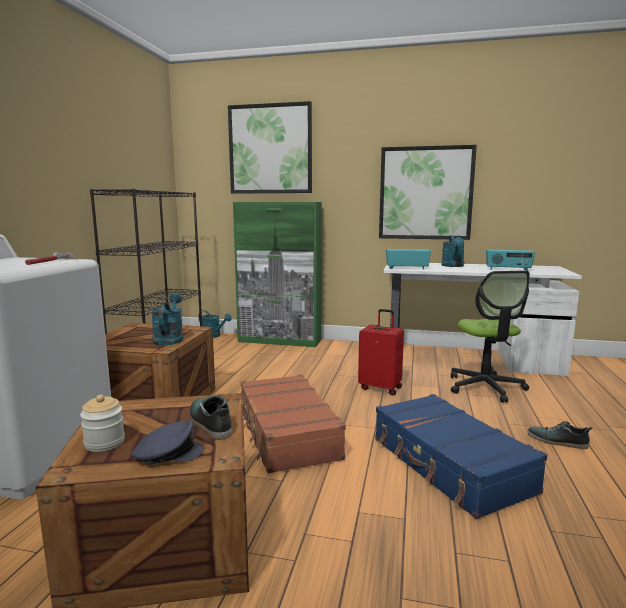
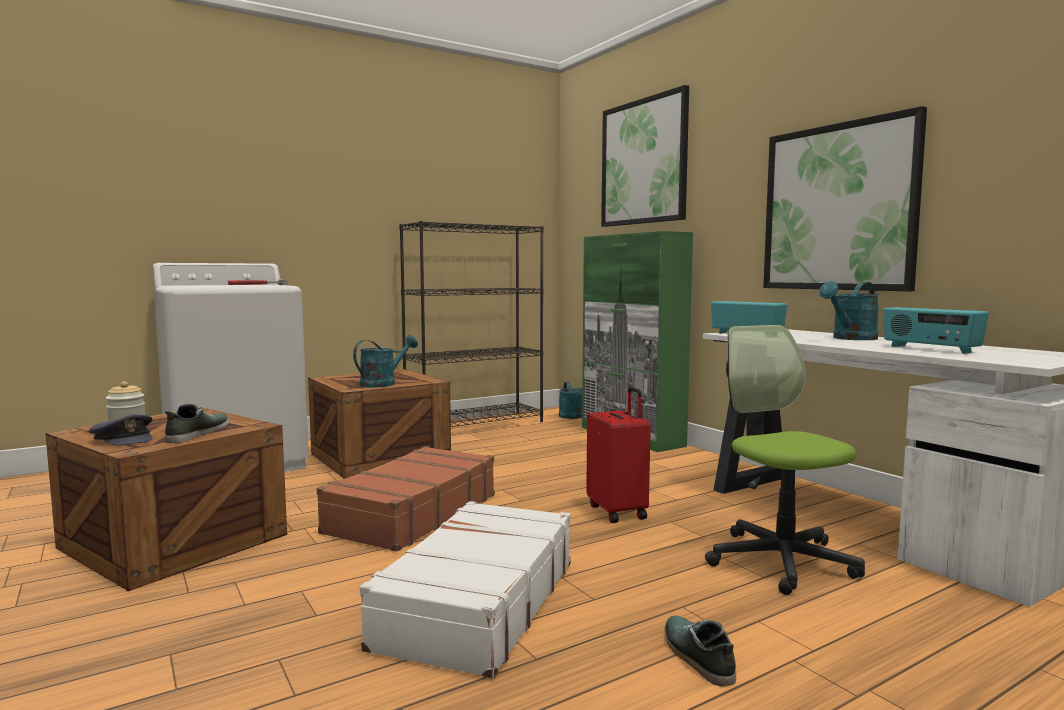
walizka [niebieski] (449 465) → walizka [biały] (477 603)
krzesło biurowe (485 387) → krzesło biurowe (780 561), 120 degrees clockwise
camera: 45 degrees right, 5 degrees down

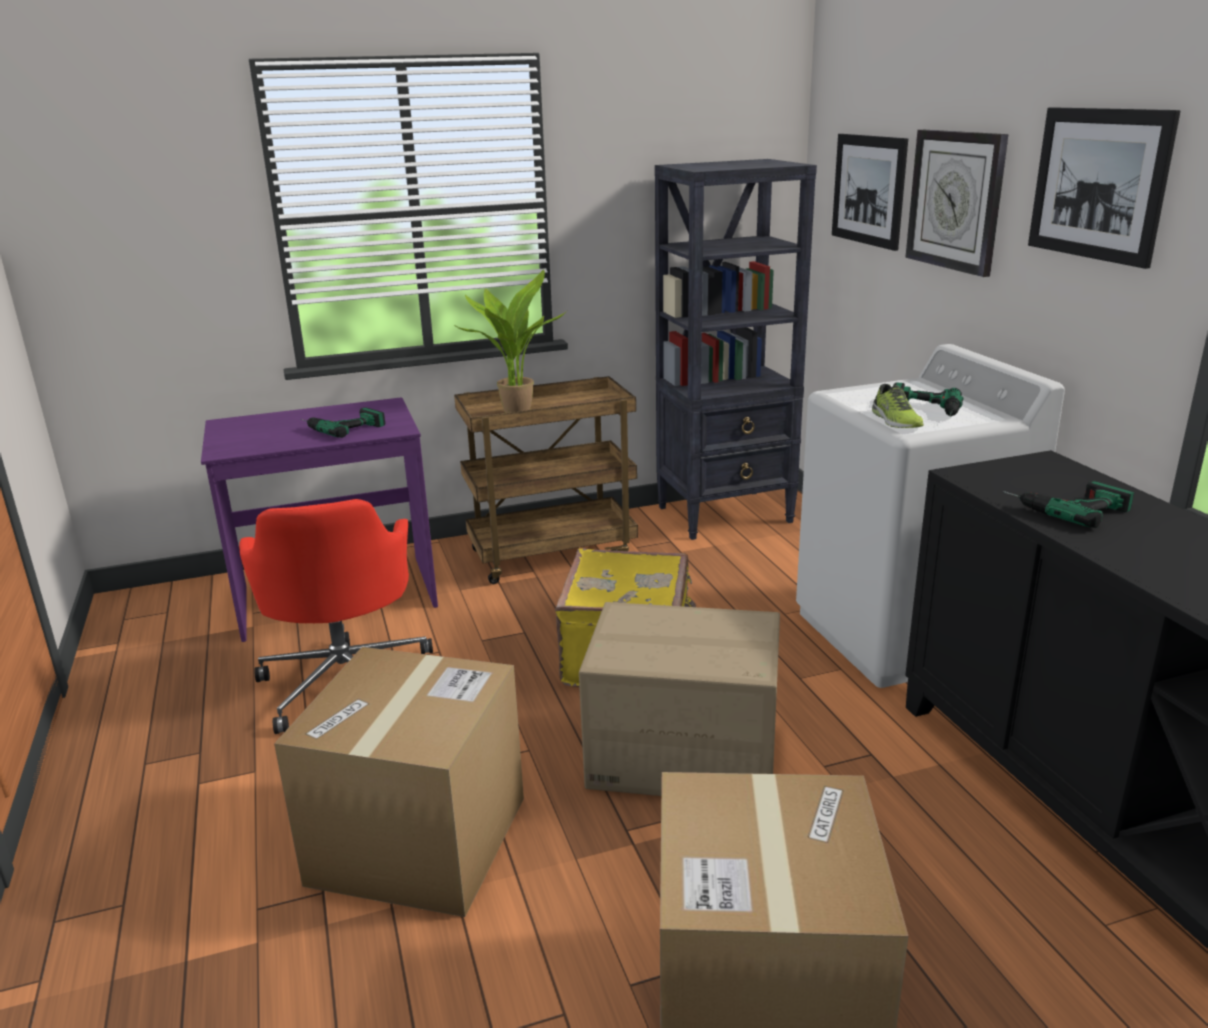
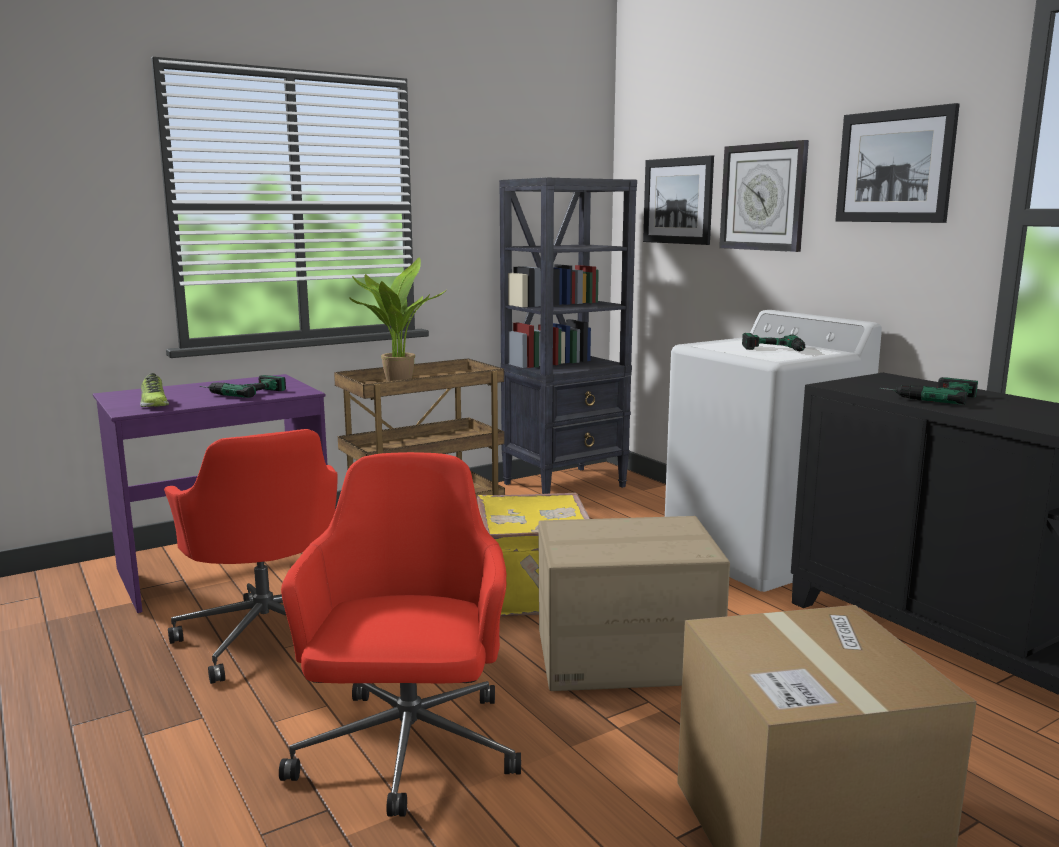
but (895 420) → but (153 403), move
karton (419 840) → krzesło biurowe [czerwony] (407 752)
camera: 15 degrees left, 10 degrees down

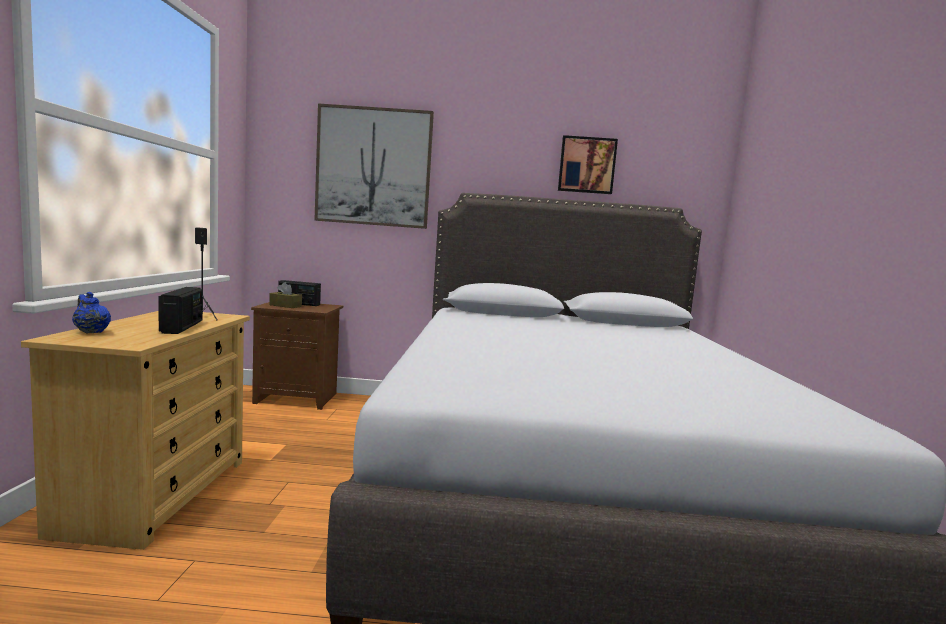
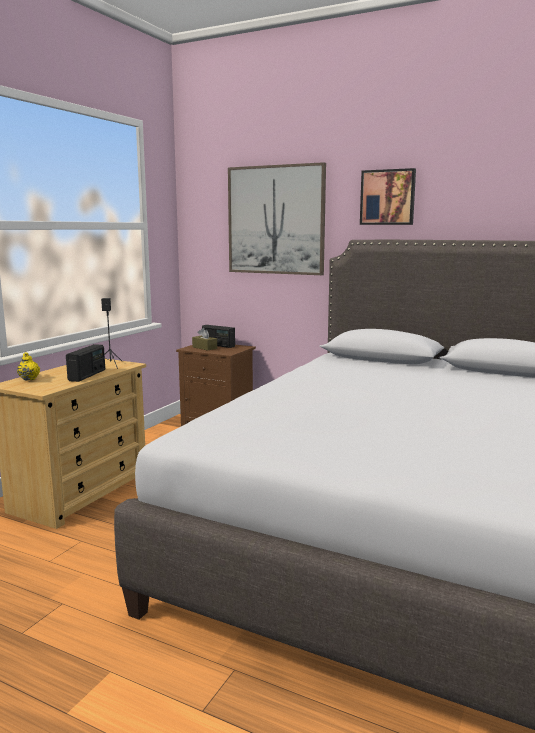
imbryk [niebieski] (91 331) → imbryk [żółty] (29 379)
obraz (586 165) → obraz (388 197), move
camera: 25 degrees right, 5 degrees up

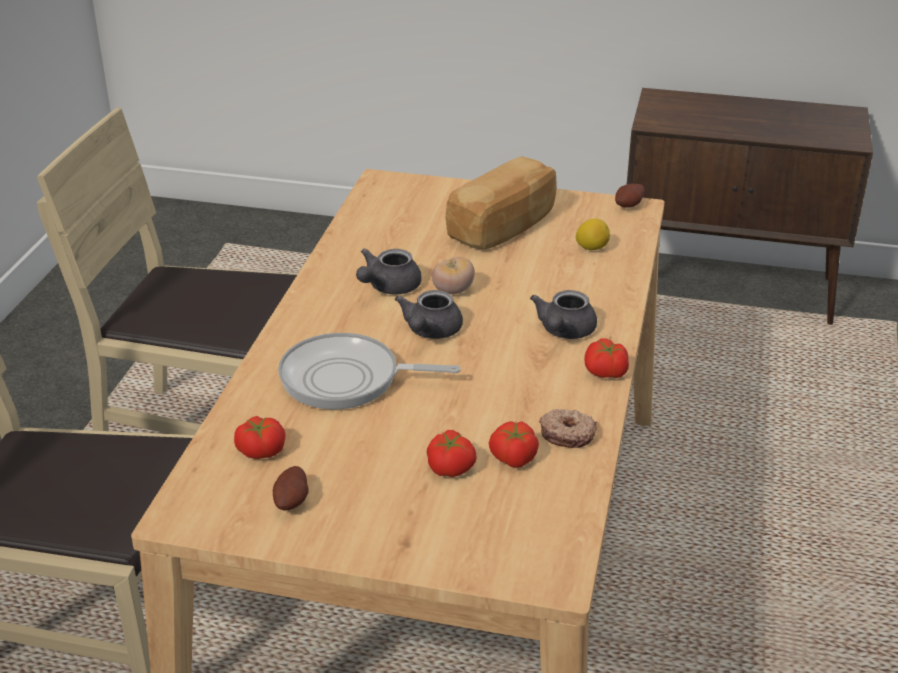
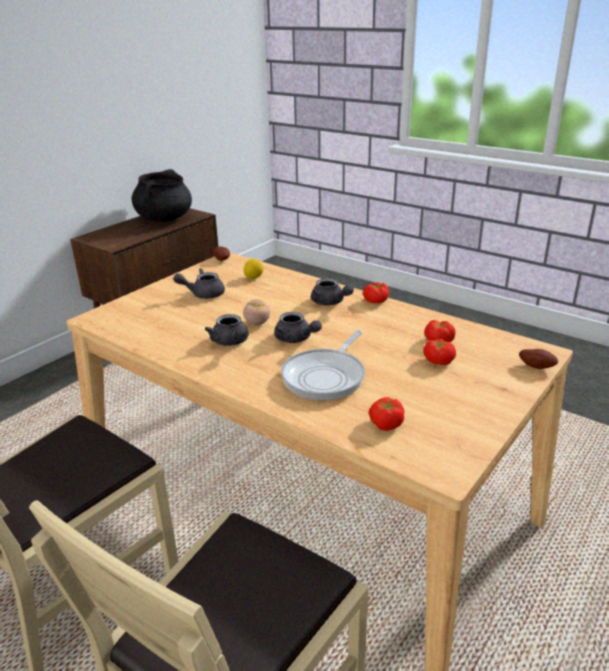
- → garnek [czarny] (164 219)
chleb (504 227) → imbryk [szary] (203 294)
ziemniak (293 501) → ziemniak (536 366), move
donut (567 434) → -
camera: 65 degrees left, 5 degrees down

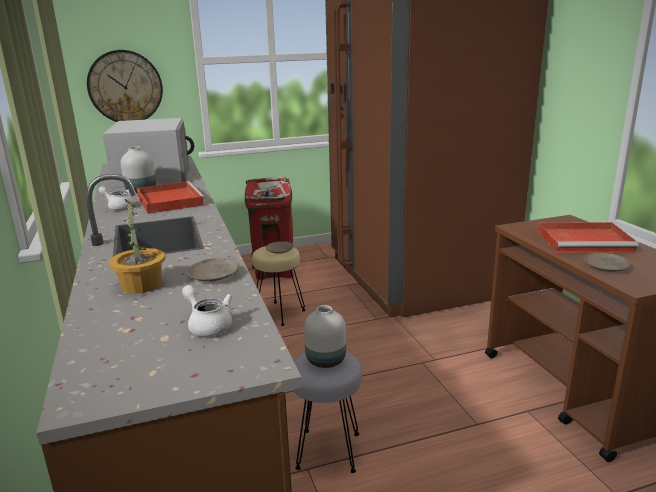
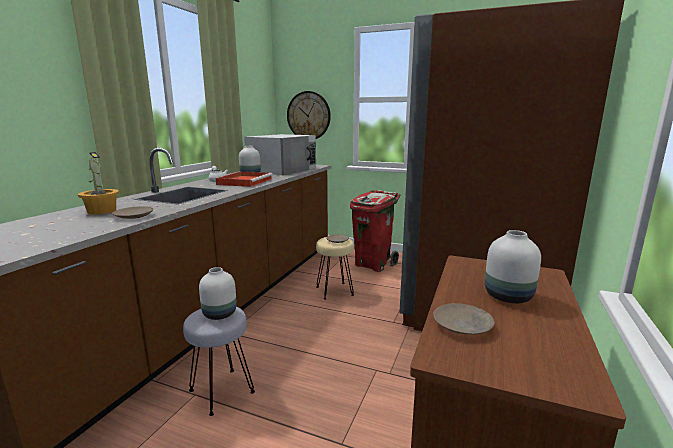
taca [czerwony] (586 241) → wazon [biały] (509 296)
imbryk [biały] (208 325) → -
camera: 40 degrees right, 5 degrees down

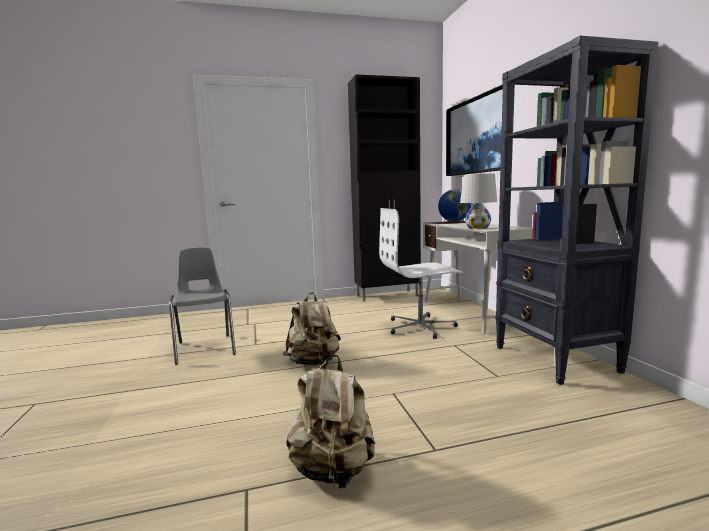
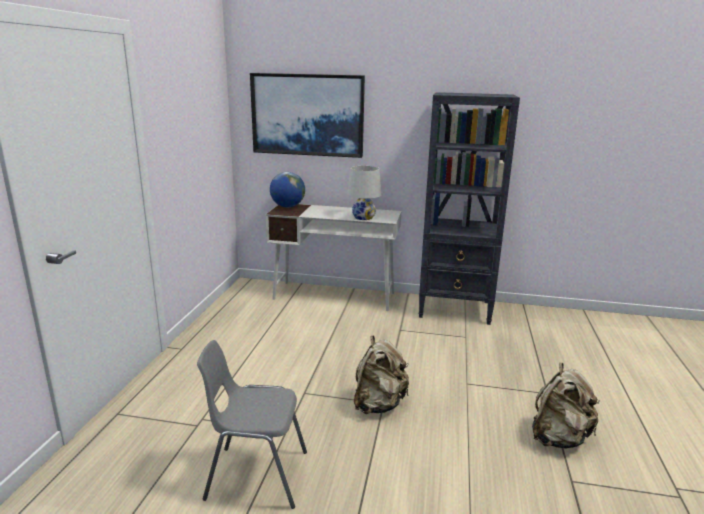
szafka [czarny] (388 296) → -
krzesło biurowe [biały] (421 327) → -
camera: 65 degrees left, 10 degrees up

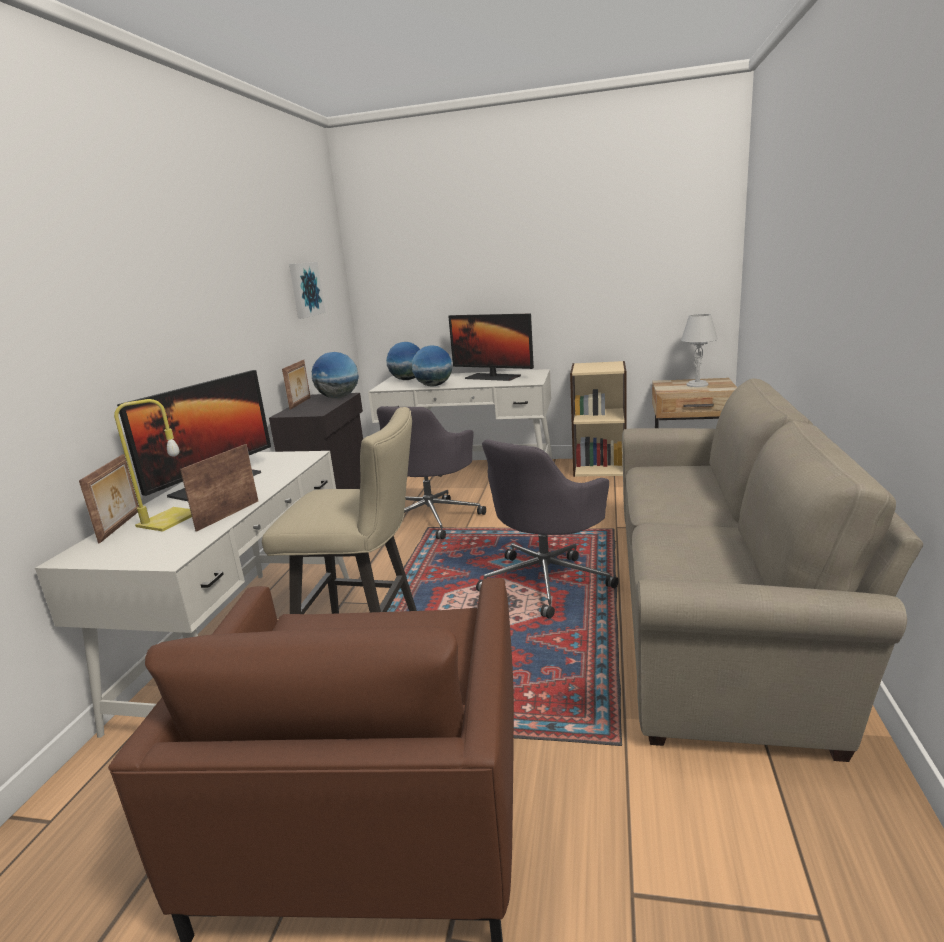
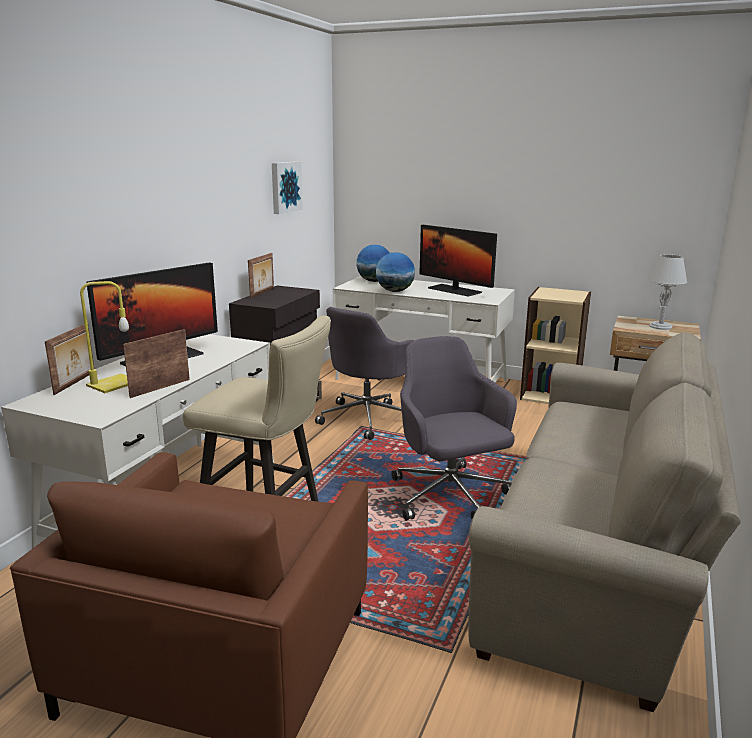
krzesło biurowe [szary] (547 581) → krzesło biurowe [szary] (449 496), 105 degrees clockwise
globus (338 397) → -
camera: 10 degrees right, 0 degrees up

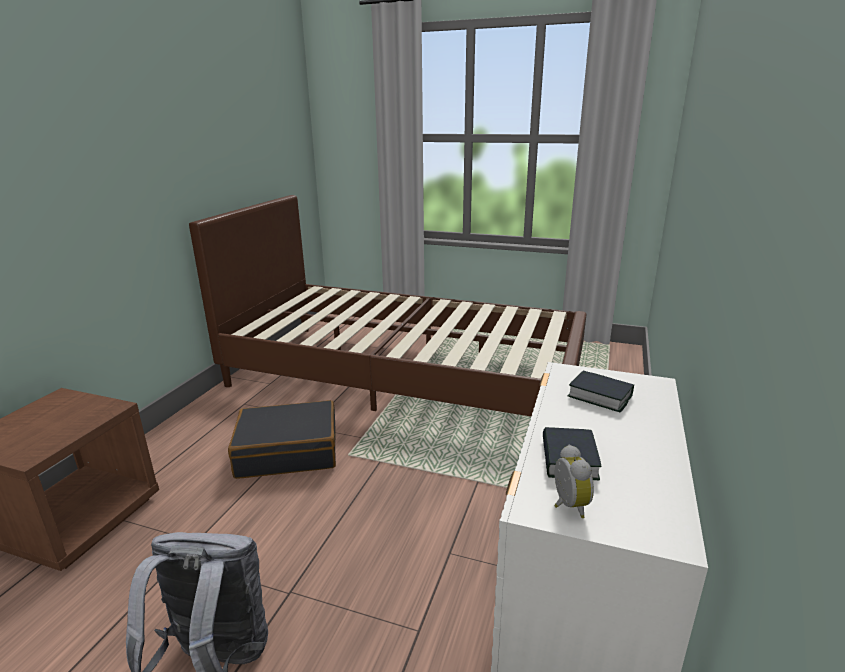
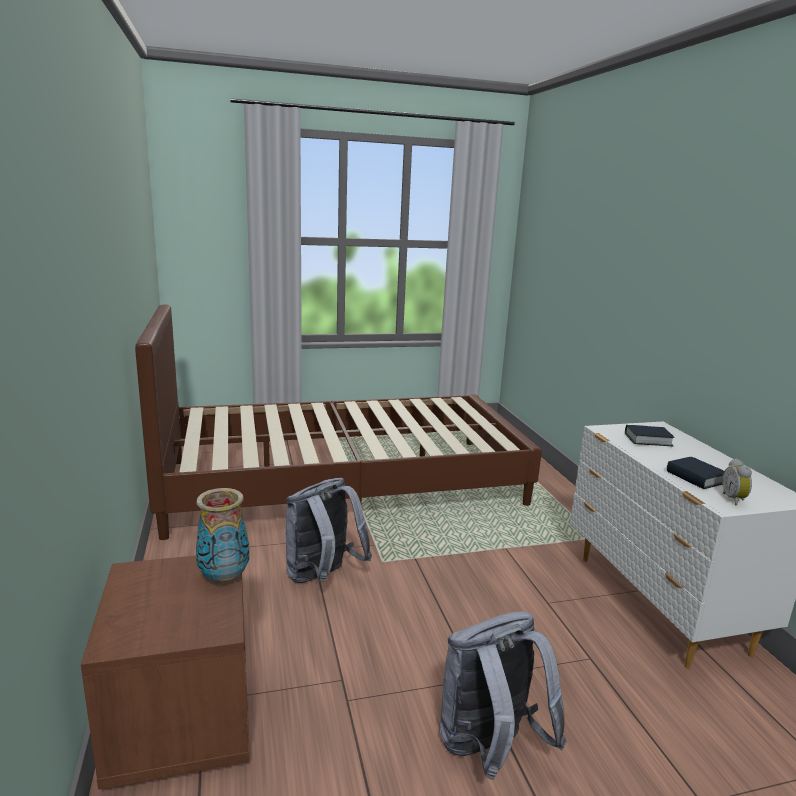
- → wazon (224 578)
walizka [czarny] (288 451) → plecak [szary] (322 577)
budzik (567 505) → budzik (734 500), 135 degrees counterclockwise
camera: 35 degrees left, 5 degrees down

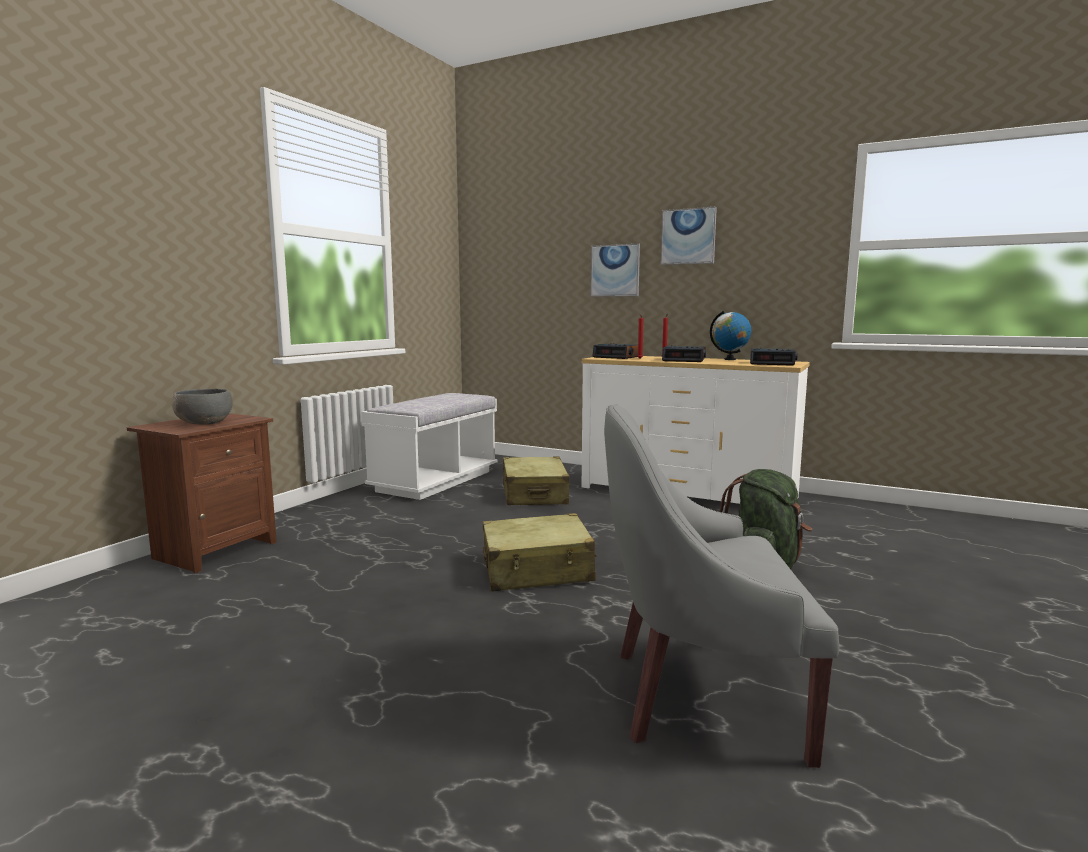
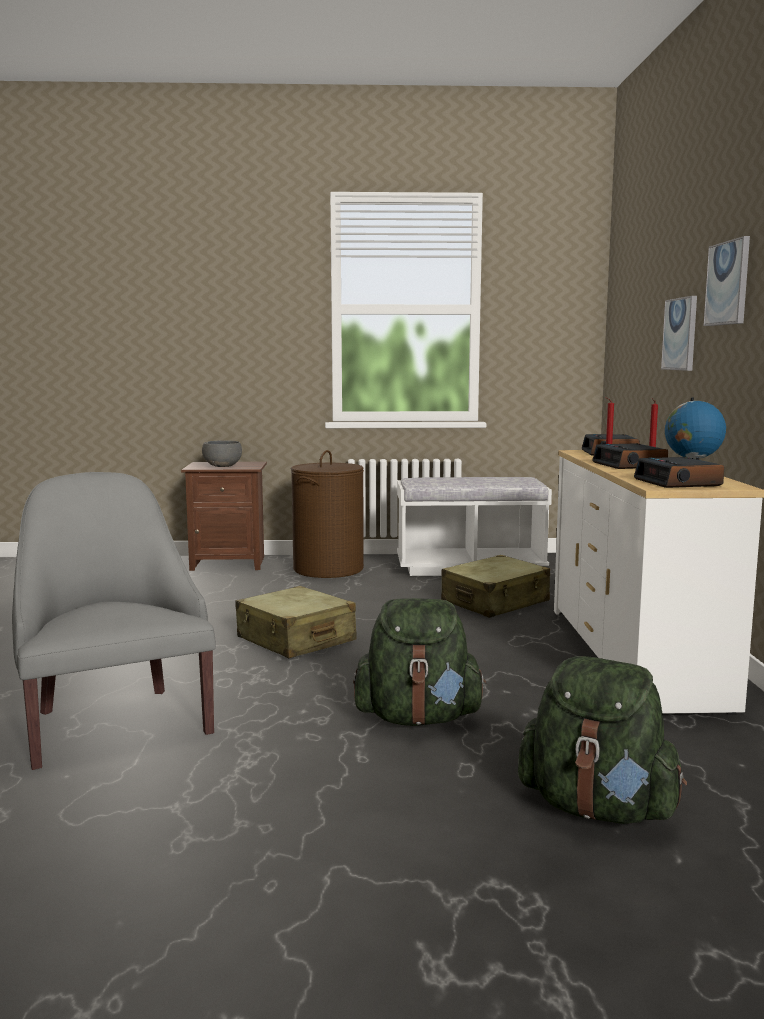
- → kosz na pranie [brązowy] (328 569)
- → plecak [zielony] (598 808)
camera: 60 degrees right, 0 degrees up

